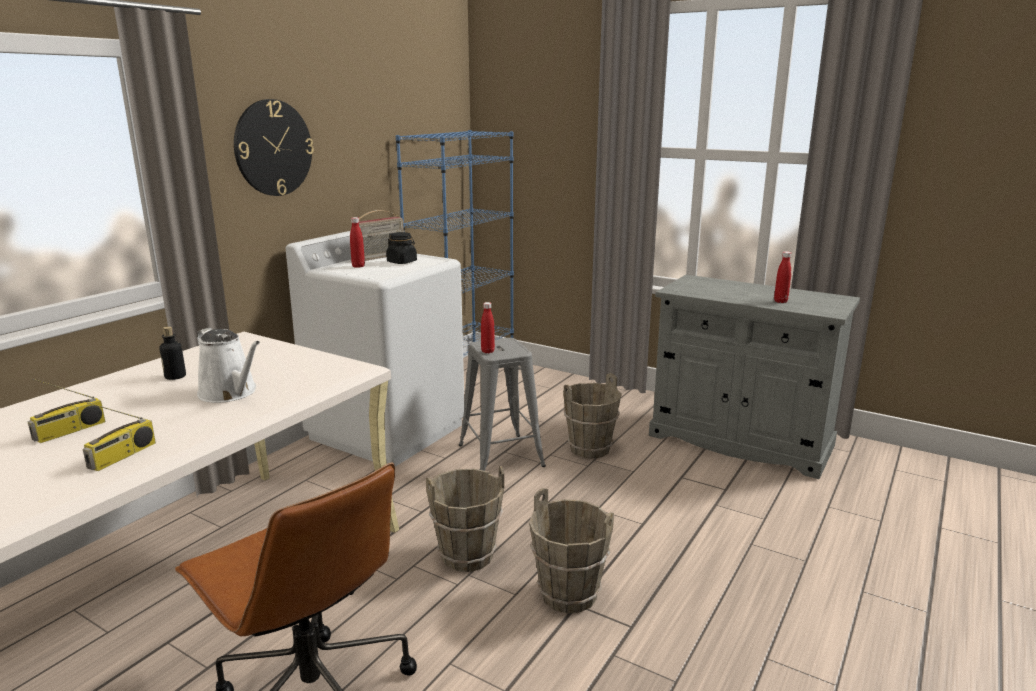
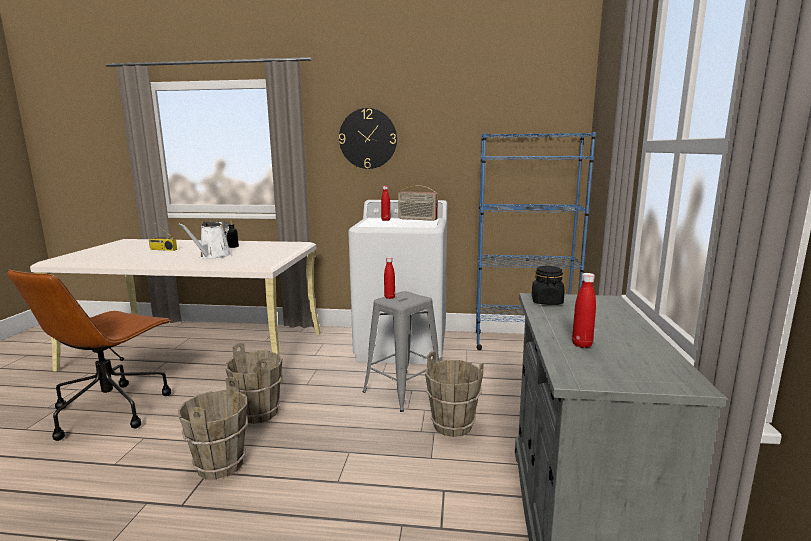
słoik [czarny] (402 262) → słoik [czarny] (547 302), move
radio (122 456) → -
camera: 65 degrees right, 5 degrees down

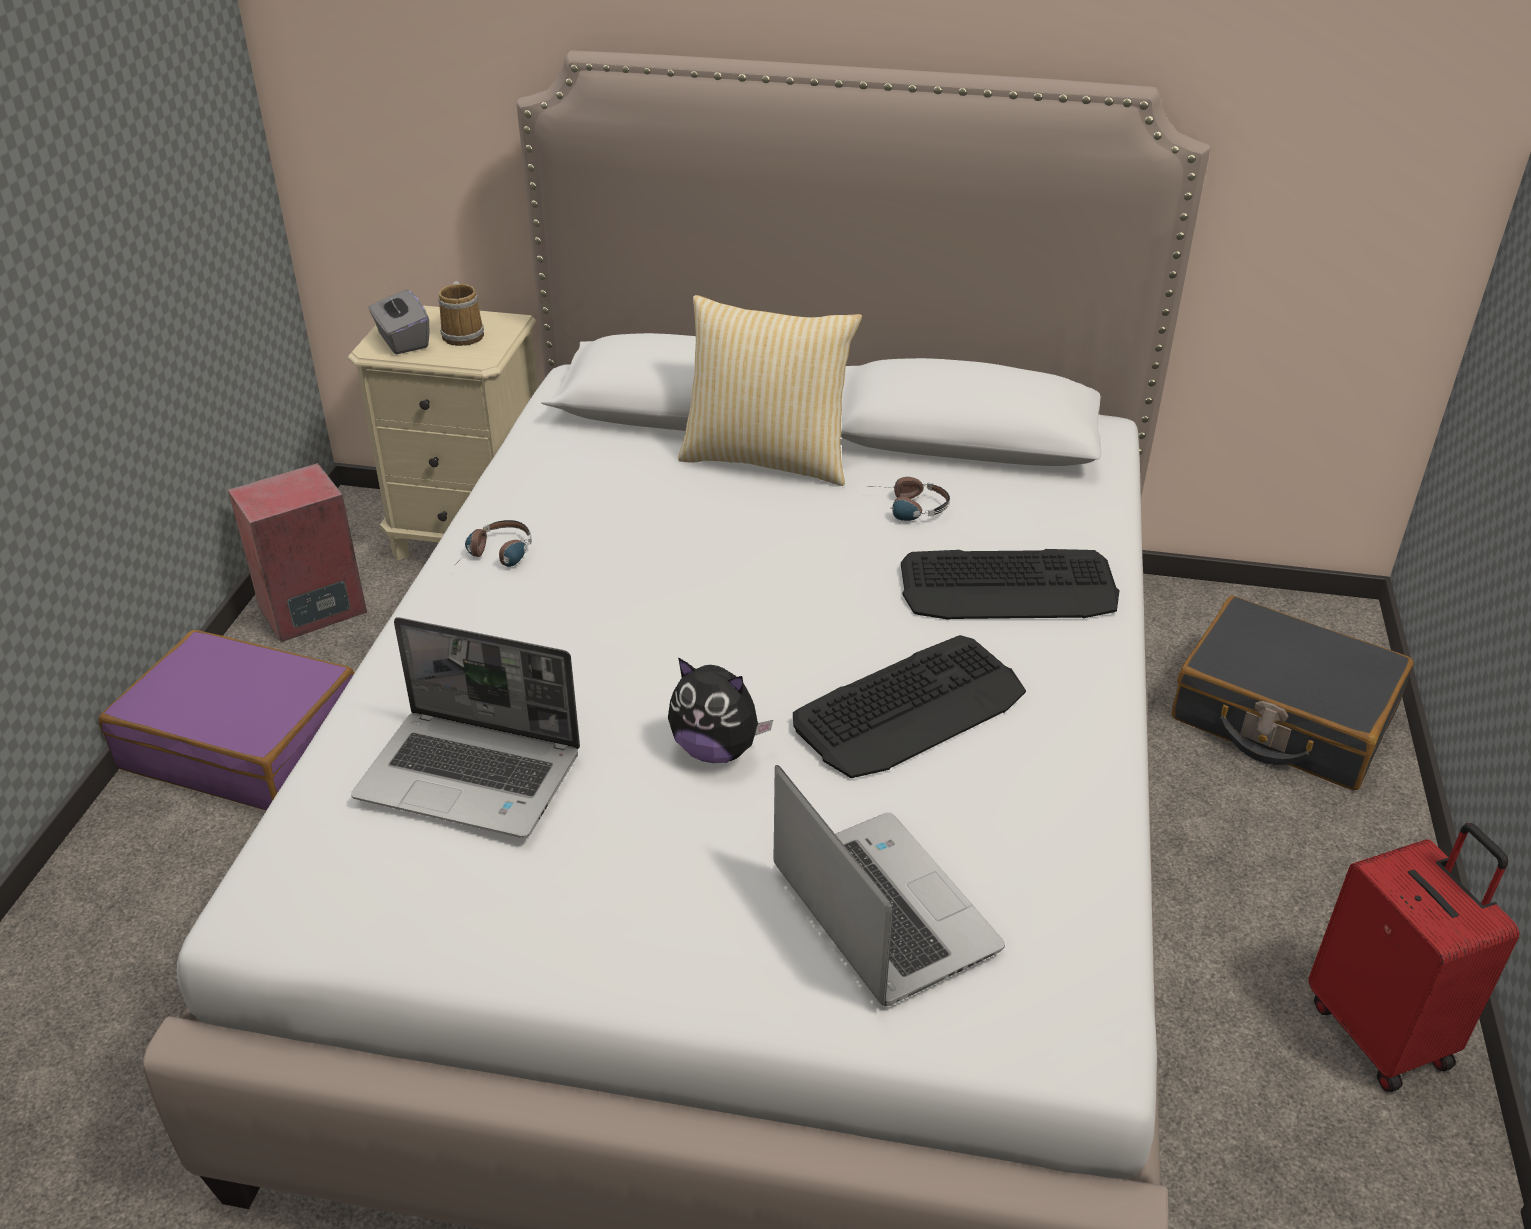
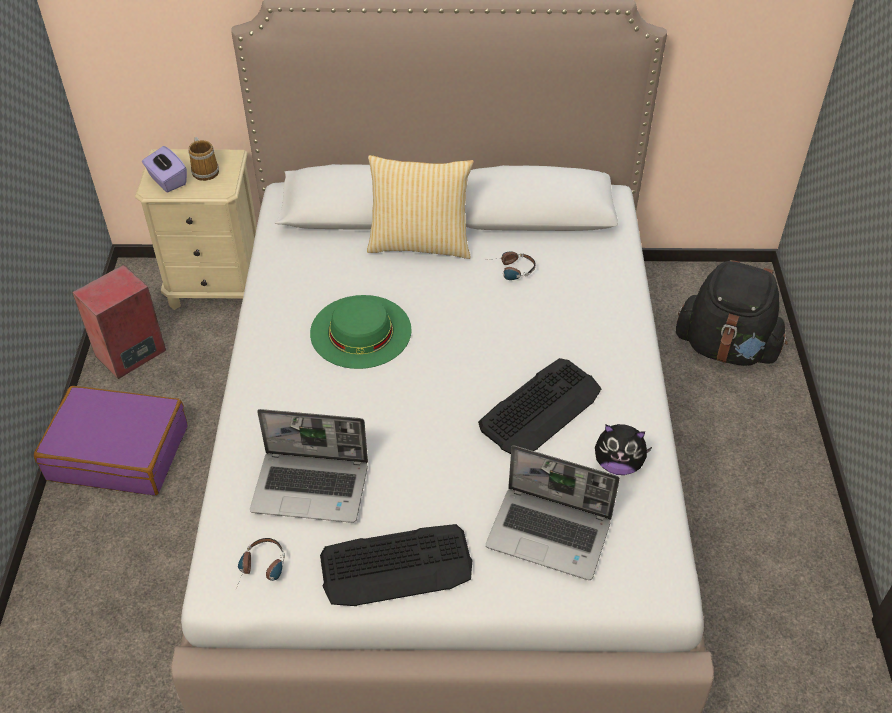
pudełko chusteczek [szary] (402 341) → pudełko chusteczek [fioletowy] (167 180)
słuchawki (496 557) → słuchawki (261 571), move
- → kapelusz [zielony] (361 331)
klawiatura (1009 587) → klawiatura (397 566), move
laptop (880 909) → laptop (550 533), 150 degrees clockwise
pluszak (716 749) → pluszak (618 464), move
walizka [czarny] (1282 716) → plecak [czarny] (725 348)
walizka [czerwony] (1381 1032) → -
camera: 10 degrees left, 10 degrees up

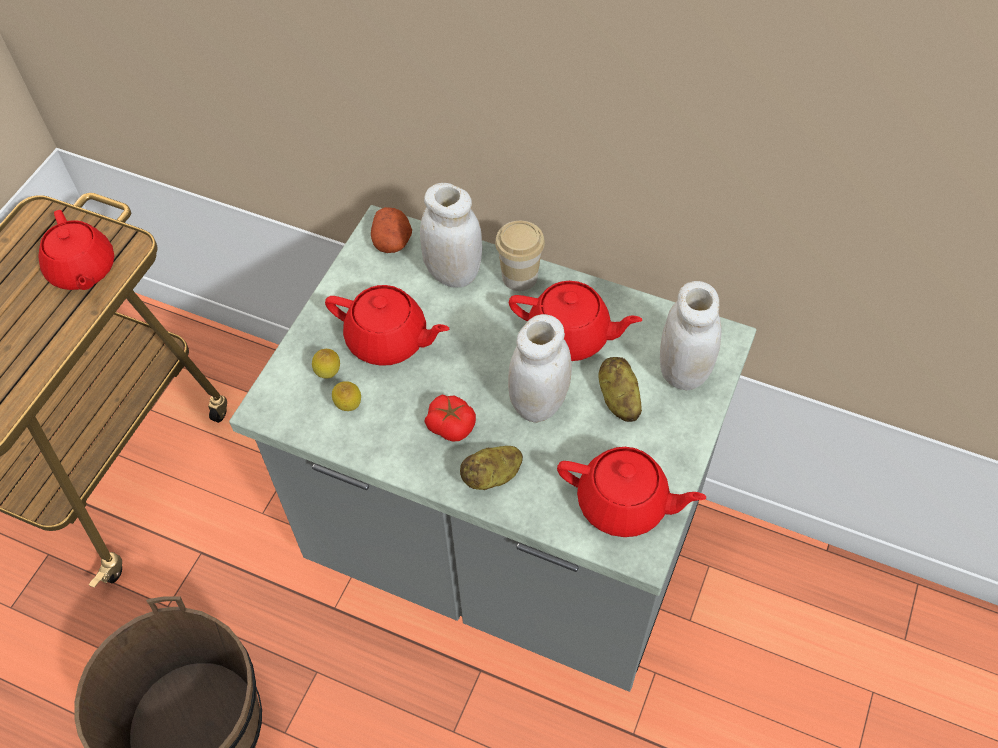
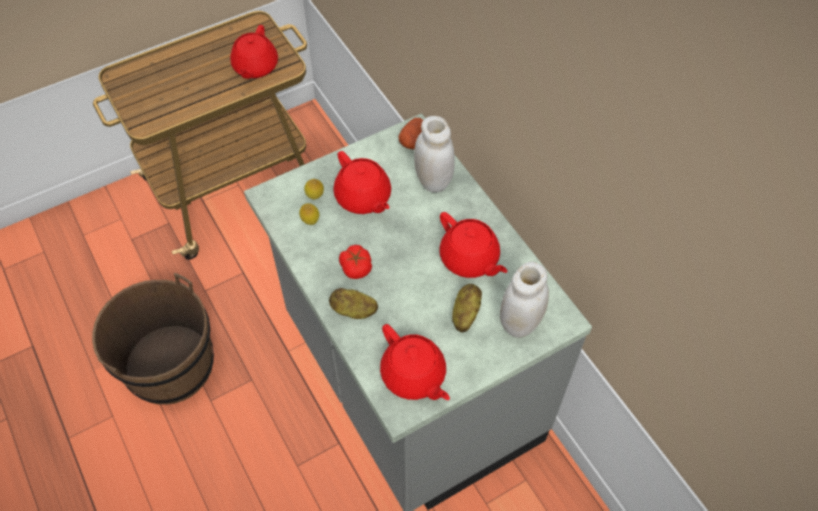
filiżanka (519 277) → -
słoik [biały] (539 403) → -
camera: 35 degrees right, 0 degrees up

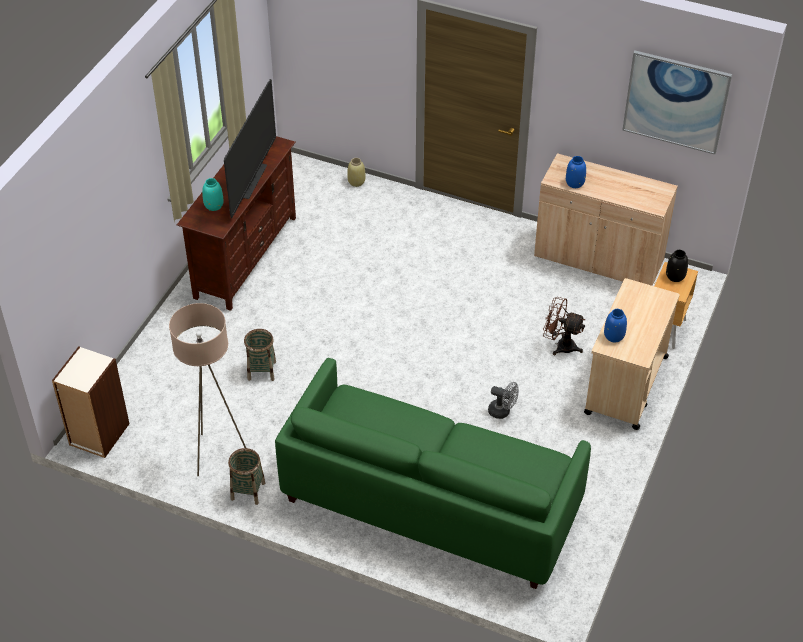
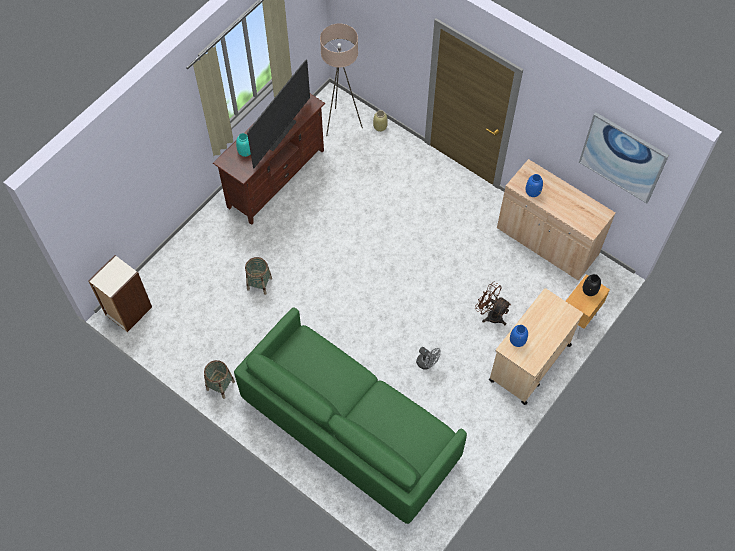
lampa stojąca [beżowy] (216 454) → lampa stojąca [beżowy] (341 124), move
camera: 15 degrees right, 15 degrees up

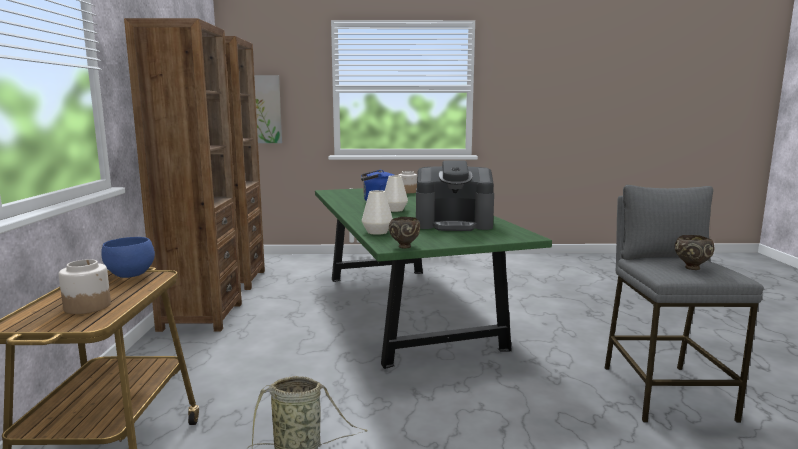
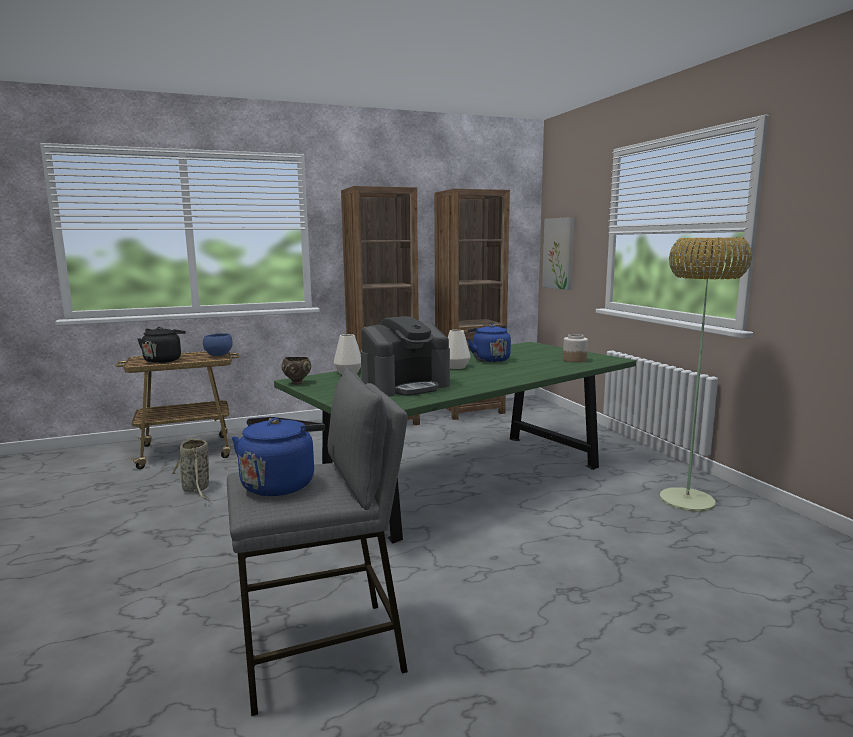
słoik (87 306) → czajnik [czarny] (164 360)
miska [brązowy] (691 268) → czajnik [niebieski] (280 484)
ekspres do kawy (454 224) → ekspres do kawy (405 386), 105 degrees counterclockwise
- → lampa stojąca (686 500)
camera: 70 degrees right, 0 degrees up

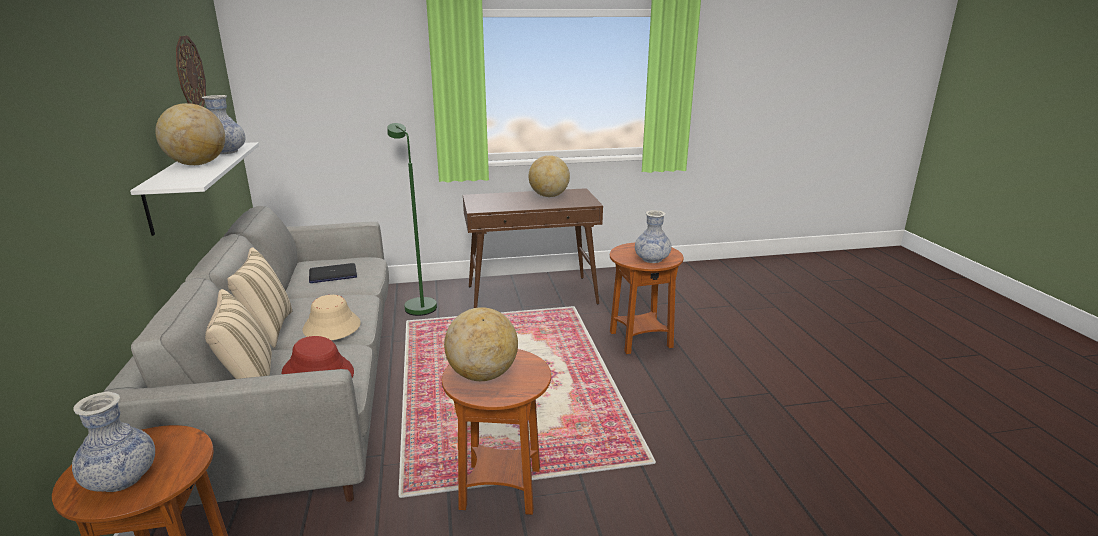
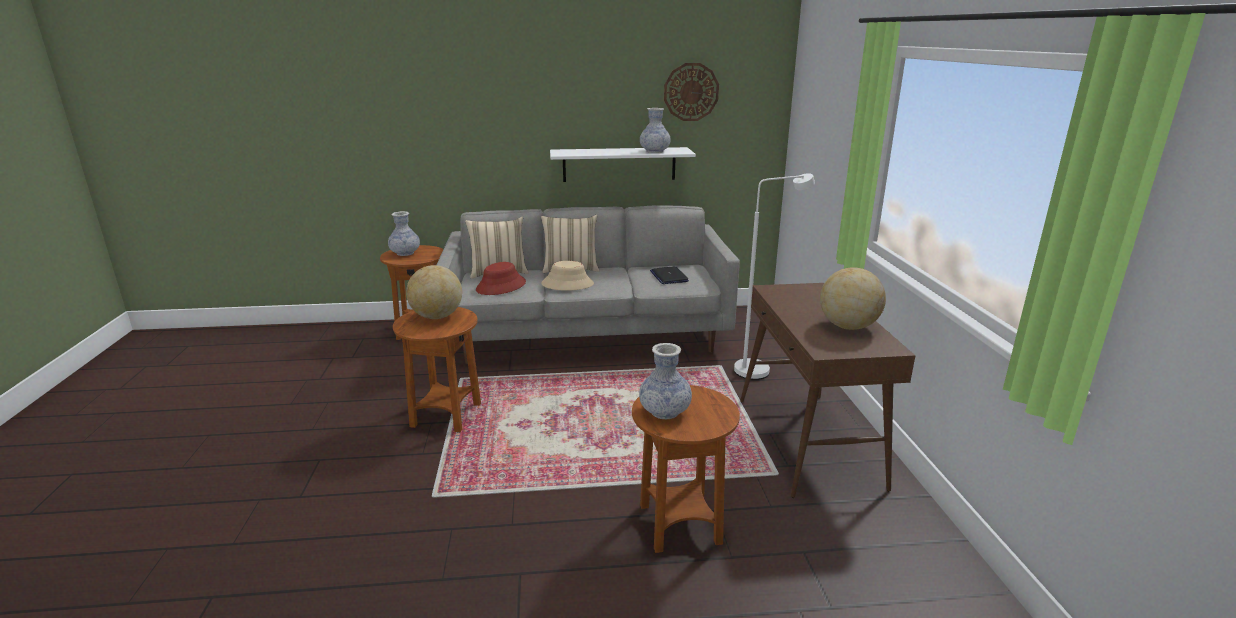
lampa stojąca [zielony] (418 305) → lampa stojąca [biały] (760 369)
globus (197 164) → -
camera: 95 degrees right, 0 degrees up

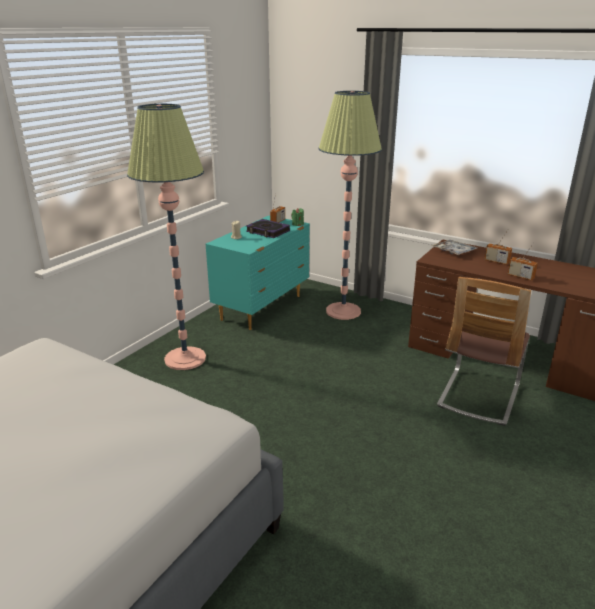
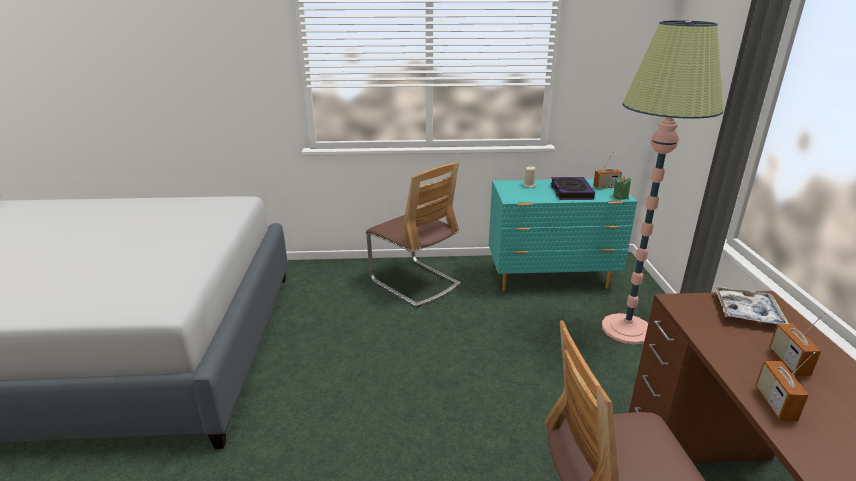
lampa stojąca (185 359) → krzesło (414 282)
camera: 55 degrees right, 0 degrees up

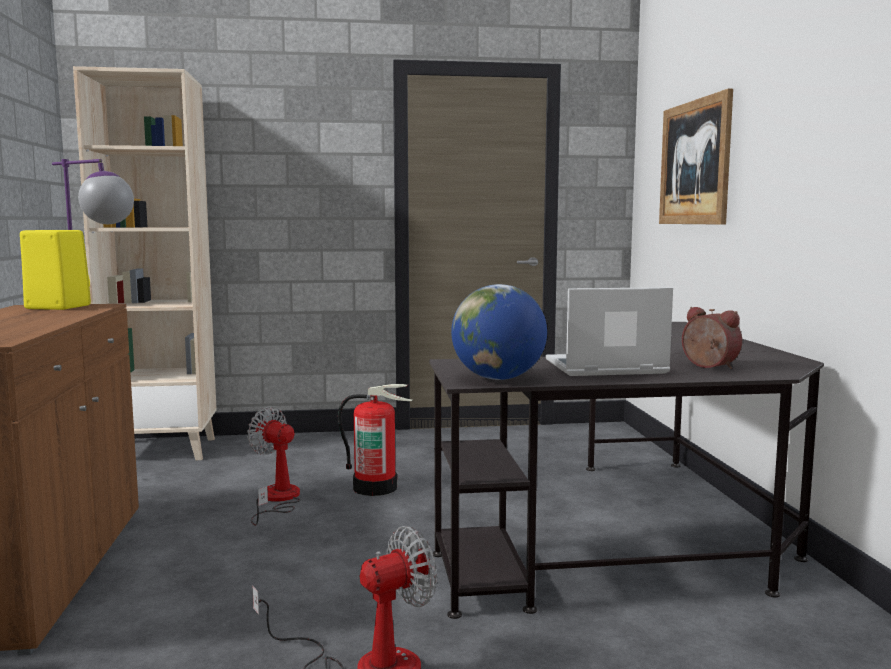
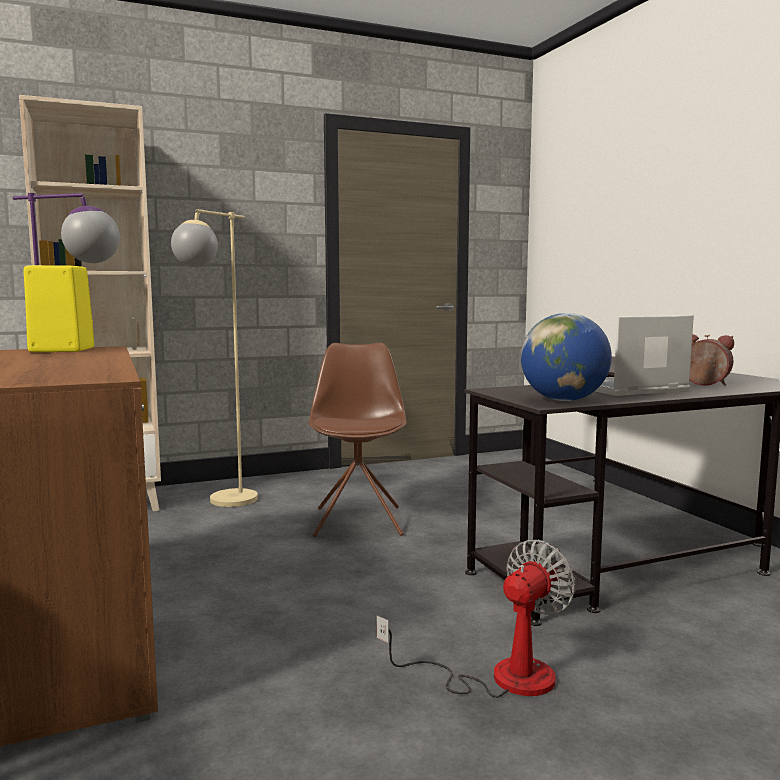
- → lampa stojąca [beżowy] (222 504)
gaśnica (375 487) → krzesło [brązowy] (358 521)
wentylator (277 500) → -
obraz (694 163) → -
camera: 15 degrees left, 0 degrees up

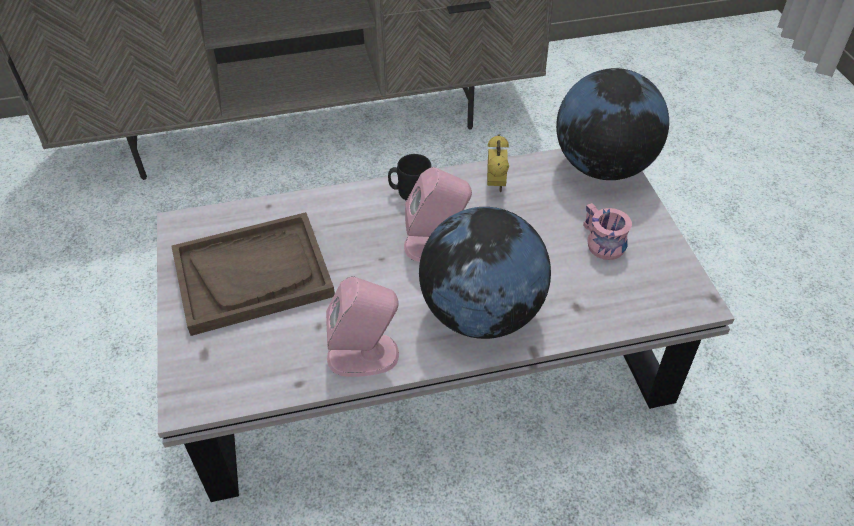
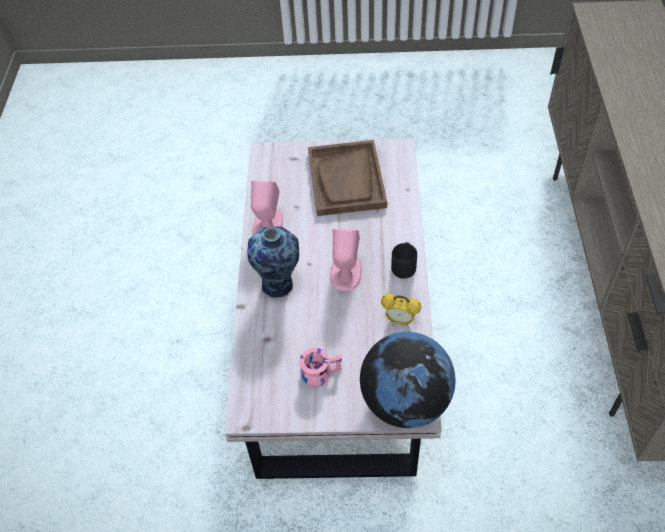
globus (481 314) → wazon (278 285)
camera: 105 degrees right, 5 degrees up

